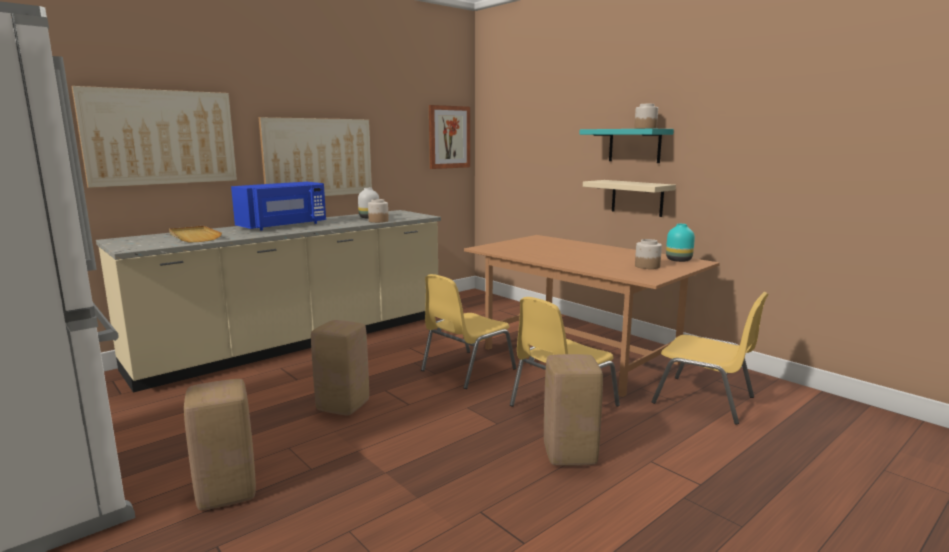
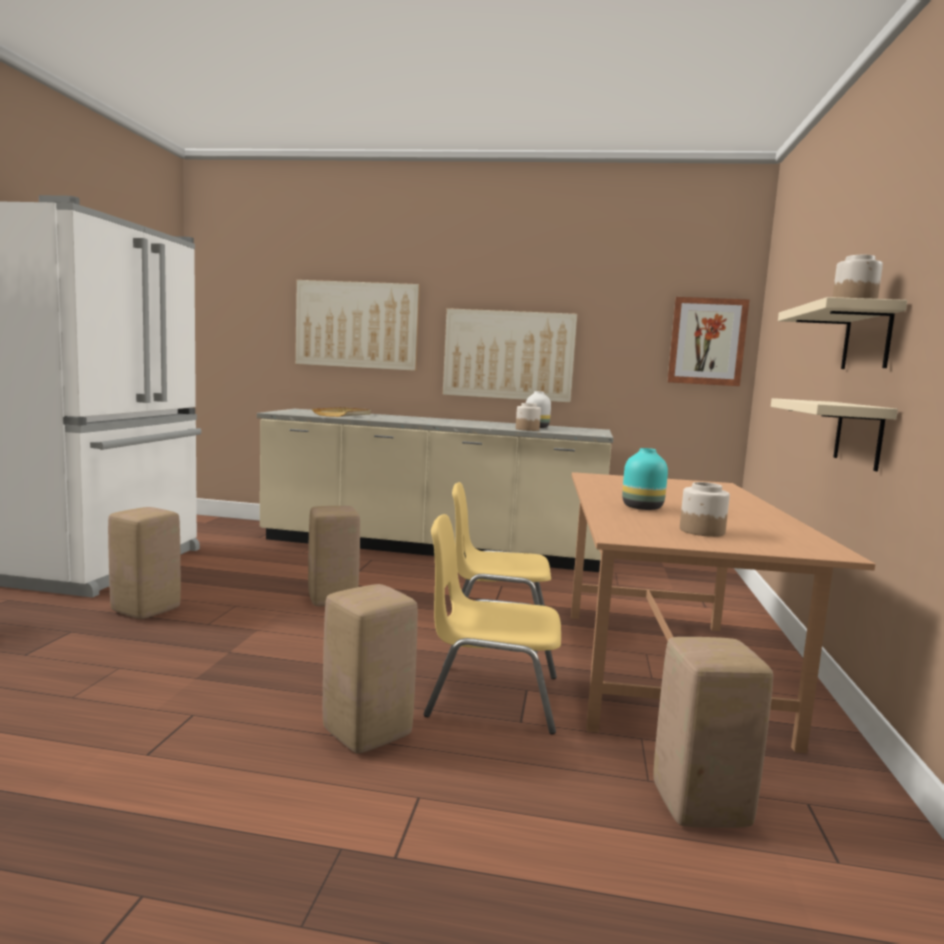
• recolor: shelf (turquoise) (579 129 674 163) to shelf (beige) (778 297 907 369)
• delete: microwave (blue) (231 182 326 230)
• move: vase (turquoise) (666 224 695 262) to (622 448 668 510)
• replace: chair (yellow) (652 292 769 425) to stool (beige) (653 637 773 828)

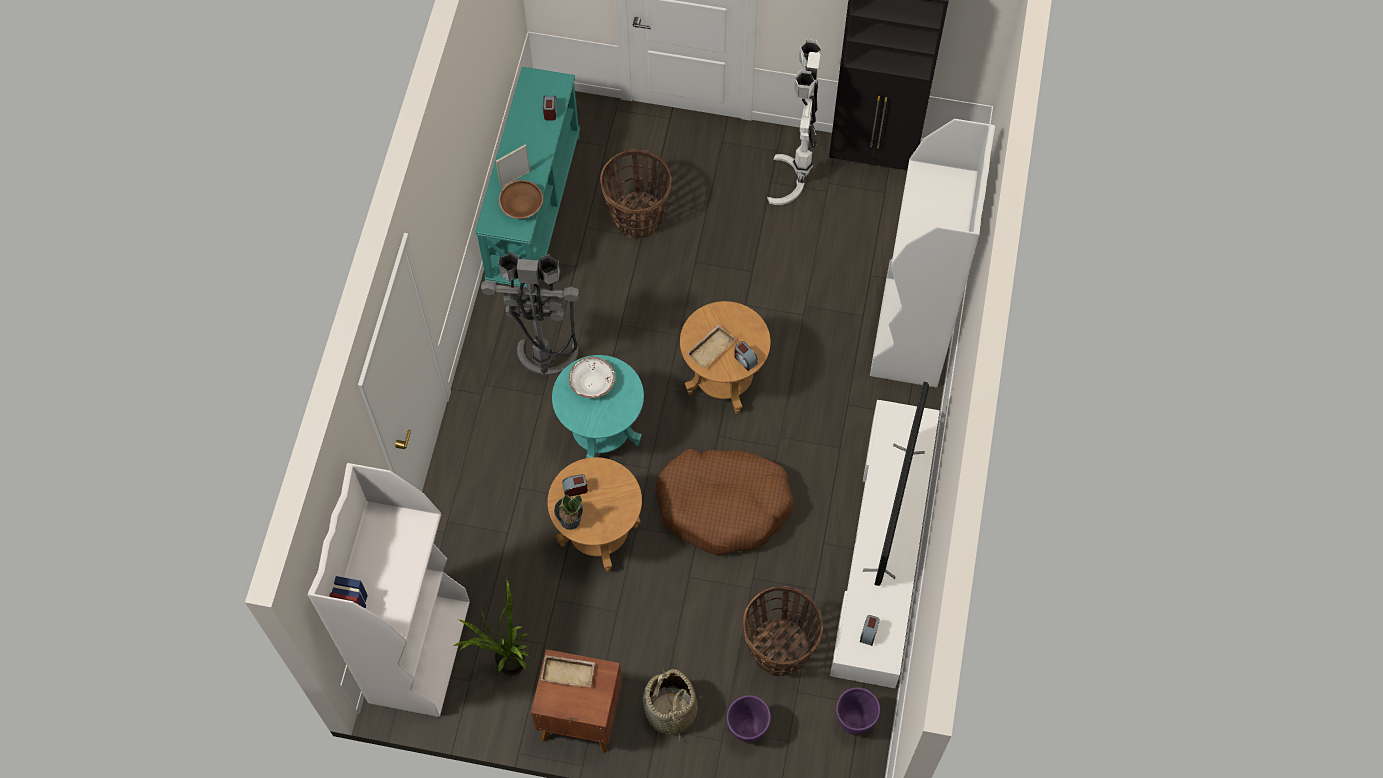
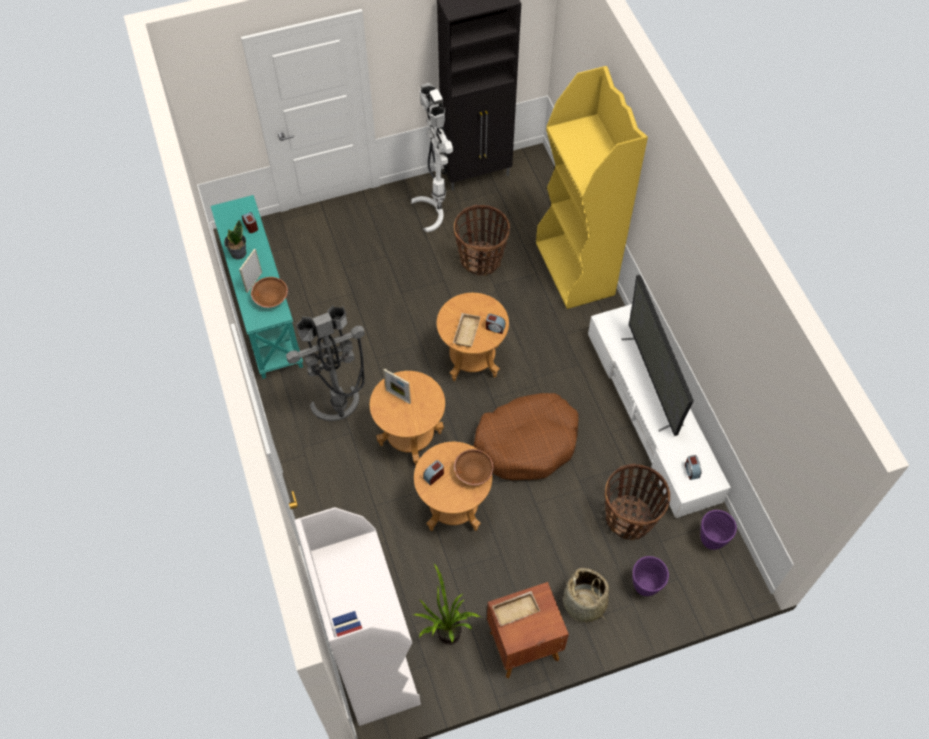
• recolor: bookcase (white) (870 119 995 387) to bookcase (yellow) (536 66 648 309)
• move: basket (600 150 672 239) to (454 204 510 276)
• recolor: side table (turquoise) (552 355 644 458) to side table (brown) (370 371 445 466)
• replace: bowl (white) (569 357 615 398) to picture frame (383 369 411 404)
• move: potted plant (554 494 583 530) to (224 220 247 259)
• insert: bowl (brown) (454 449 493 485)

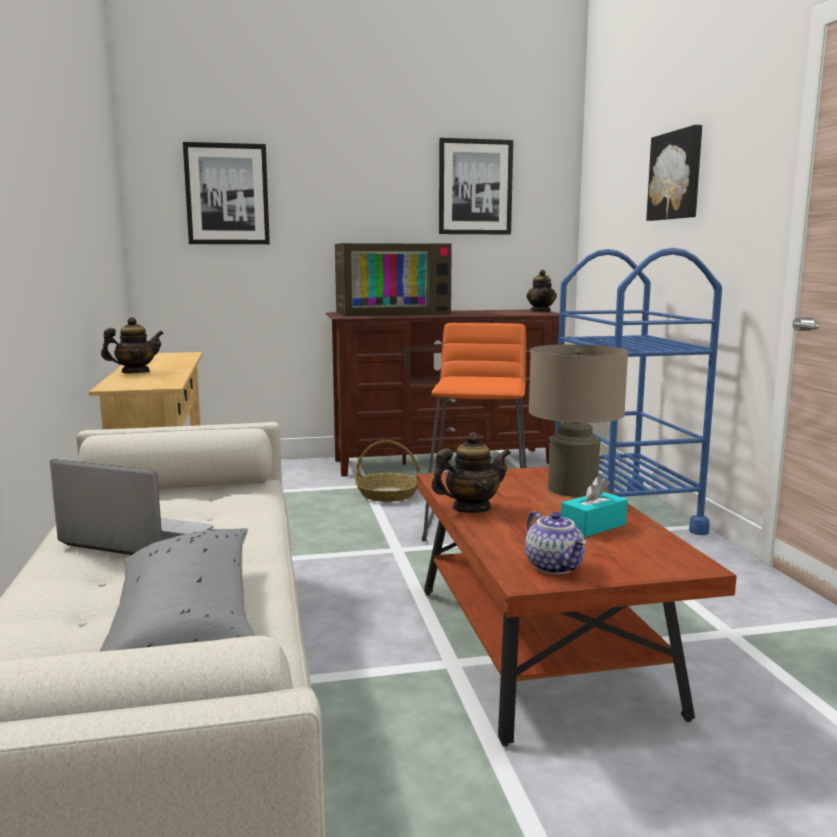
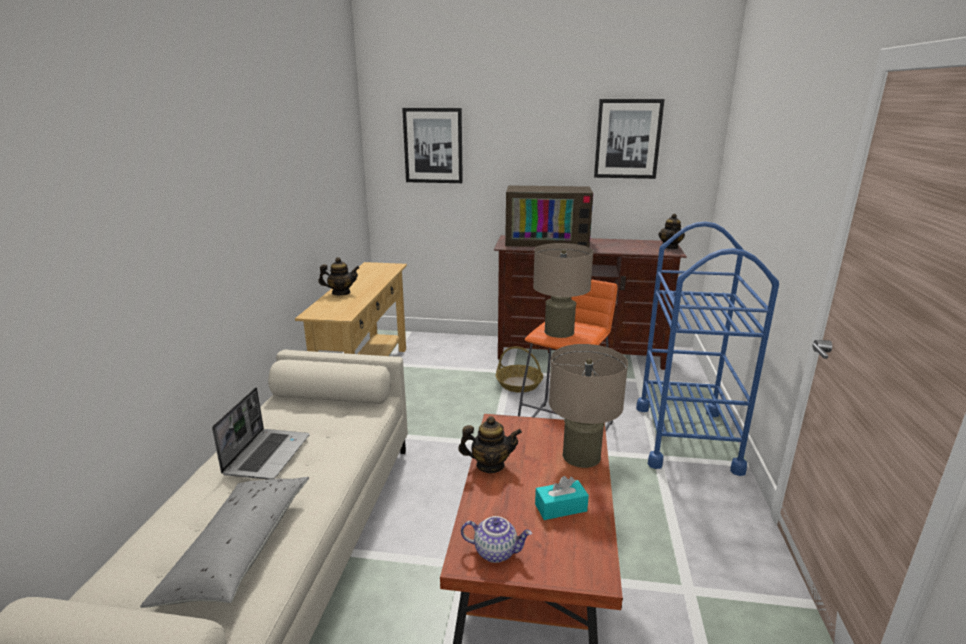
• delete: picture (646 125 702 221)
• rotate: laptop (50 459 213 555) = (212 387 310 480) 60 degrees clockwise
• rotate: teapot (525 511 586 575) = (461 516 532 563) 75 degrees counterclockwise
• insert: table lamp (beige) (533 243 593 338)

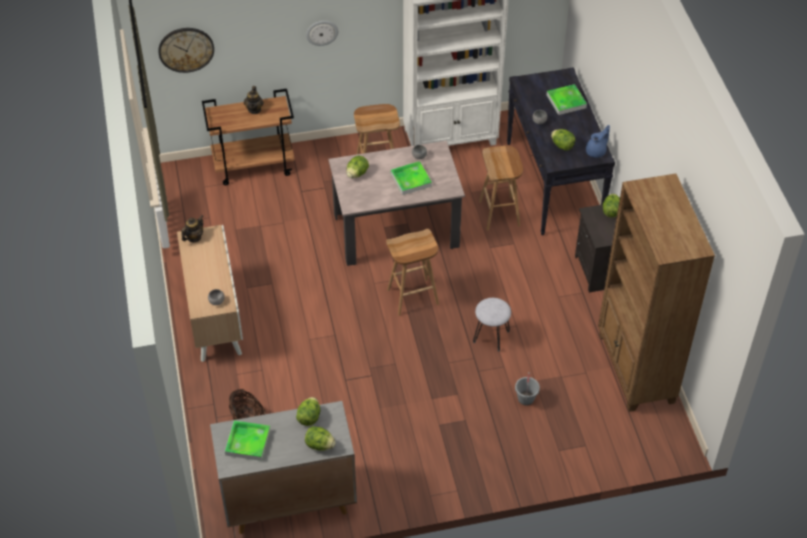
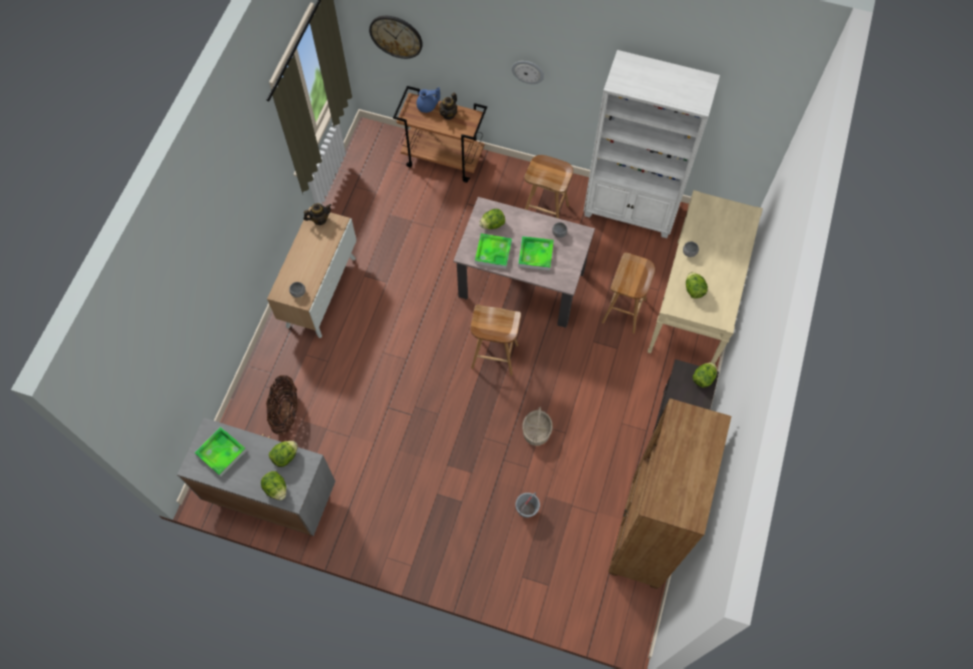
• recolor: console table (black) (507 67 615 235) to console table (beige) (648 190 763 363)
• move: tray (547 84 587 115) to (475 233 512 269)
• move: teapot (blue) (586 125 610 158) to (416 87 440 113)
• replace: stool (grey) (473 298 511 352) to basket (522 407 553 446)

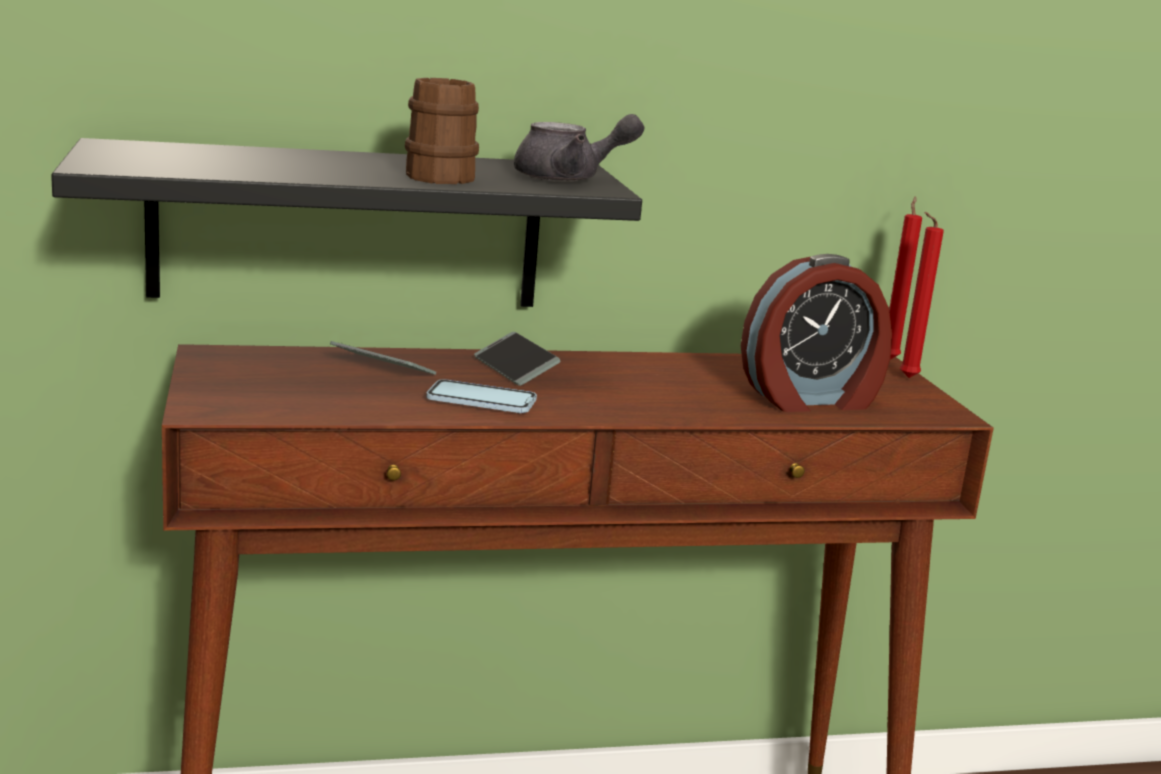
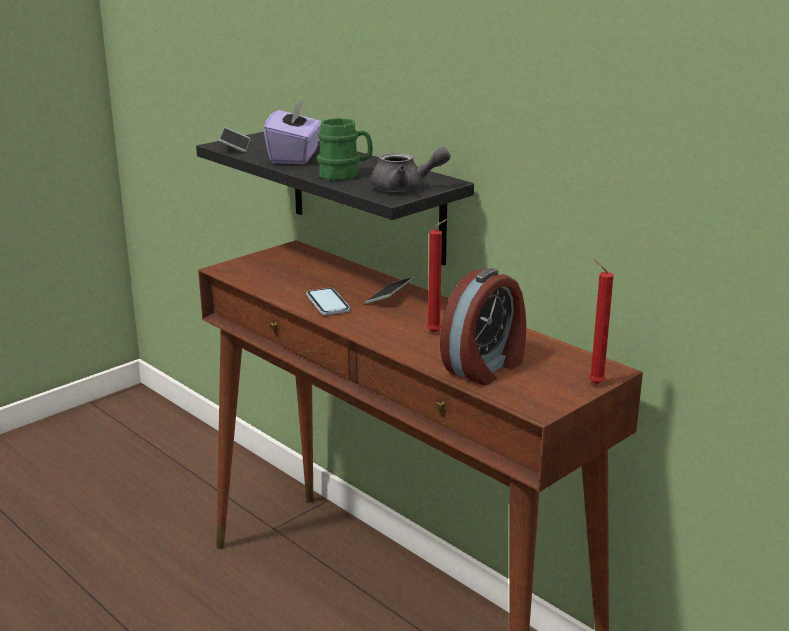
• recolor: mug (brown) (405 78 479 184) to mug (green) (317 118 373 180)
• rotate: teapot (grey) (514 114 644 182) = (371 147 450 192) 45 degrees counterclockwise
• move: candle (red) (889 196 922 360) to (427 218 448 332)
• rotate: alarm clock (741 254 892 412) = (440 268 526 385) 90 degrees counterclockwise
• move: phone (330 341 436 375) to (219 127 250 152)
• insert: tissue box (purple) (264 99 321 164)

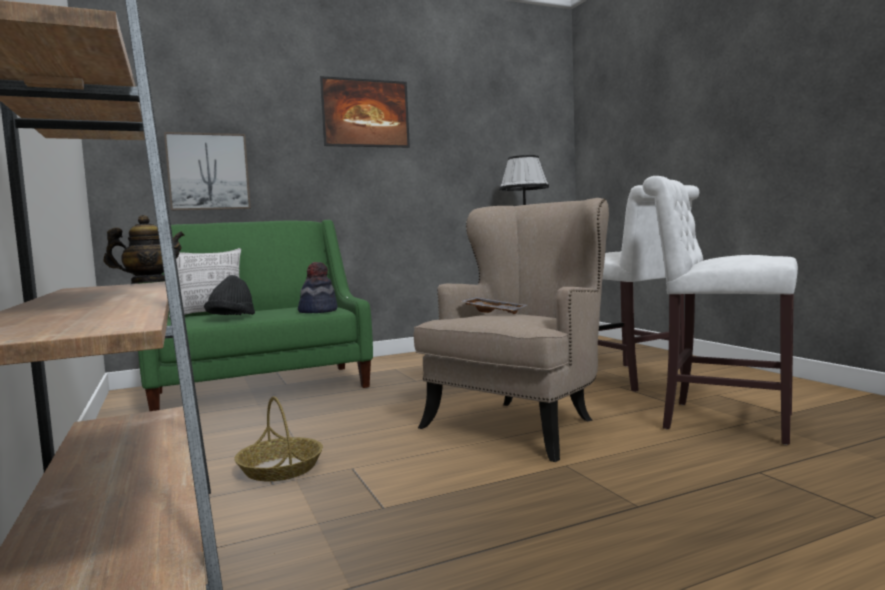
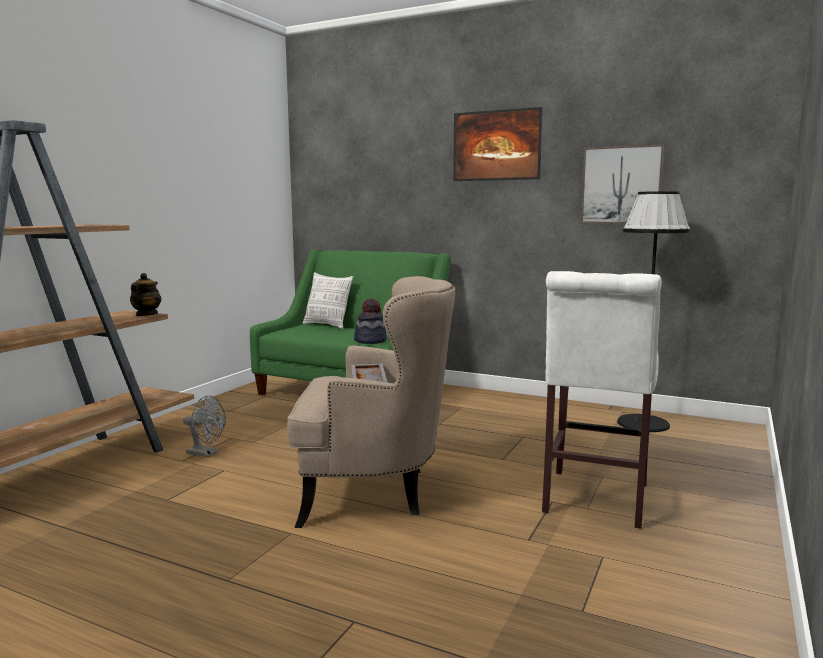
• move: picture (164 132 251 210) to (581 144 664 223)
• delete: stool (white) (643 176 798 445)
• rotate: teapot (104 215 185 283) = (130 273 162 316) 105 degrees counterclockwise
• delete: hat (black) (204 275 255 315)
• replace: basket (234 396 323 482) to fan (grey) (183 396 226 457)

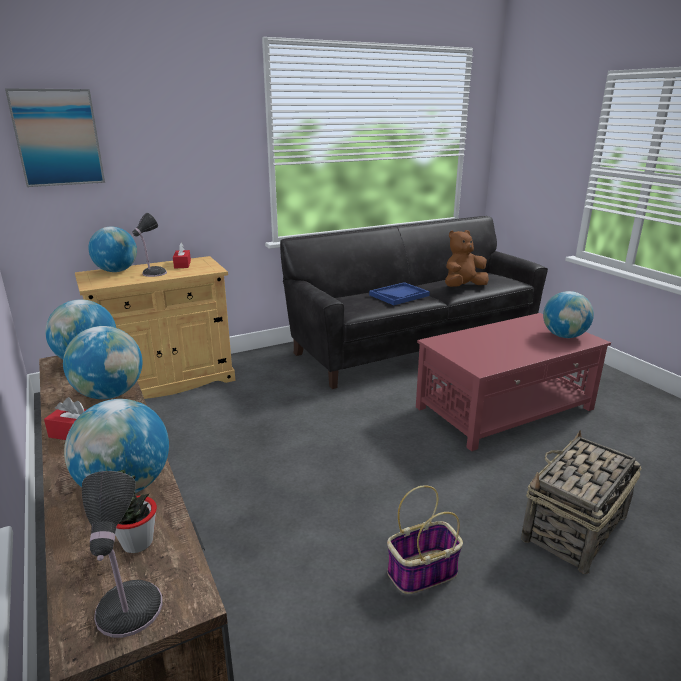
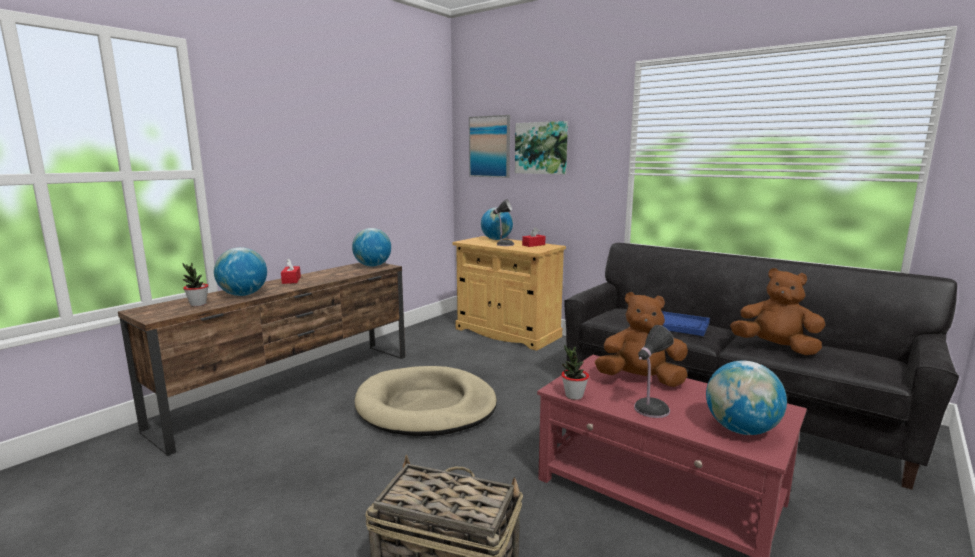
• delete: globe (63 326 142 399)
• move: table lamp (82 471 163 638) to (634 325 674 418)
• delete: basket (387 485 463 594)
• insert: picture (515 121 568 174)
• insert: plush toy (brown) (595 292 688 387)
• insert: potted plant (561 345 589 400)
• insert: dog bed (beige) (354 366 497 436)

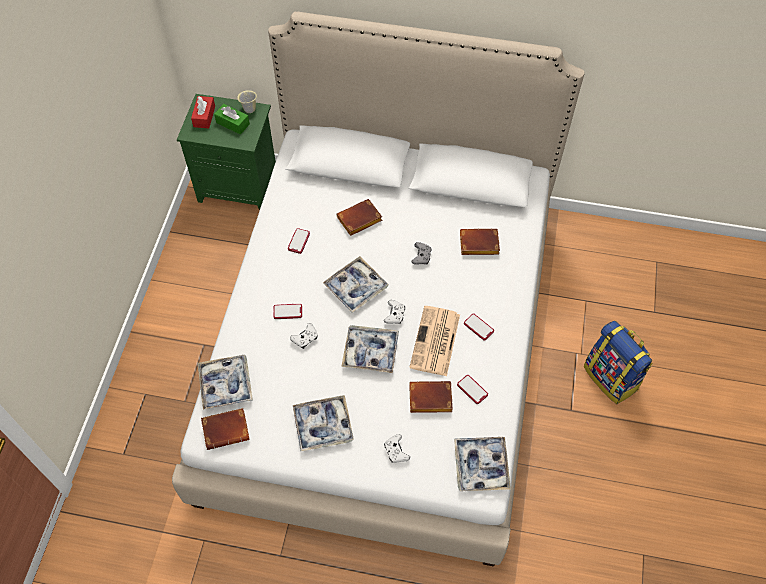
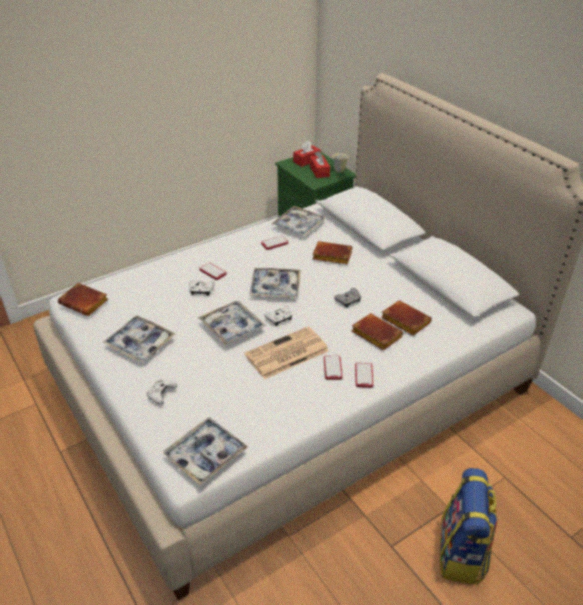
• recolor: tissue box (green) (214 104 250 135) to tissue box (red) (310 151 330 178)
• move: tray (198 355 253 410) to (272 206 326 236)
• move: phone (457 375 488 404) to (355 363 374 388)
• move: book (brown) (409 381 453 413) to (352 313 403 351)

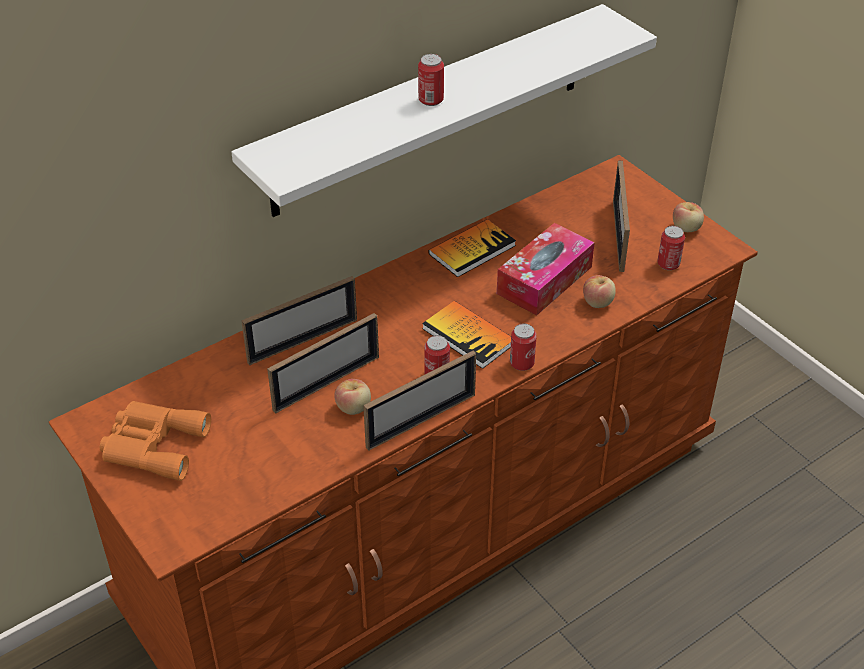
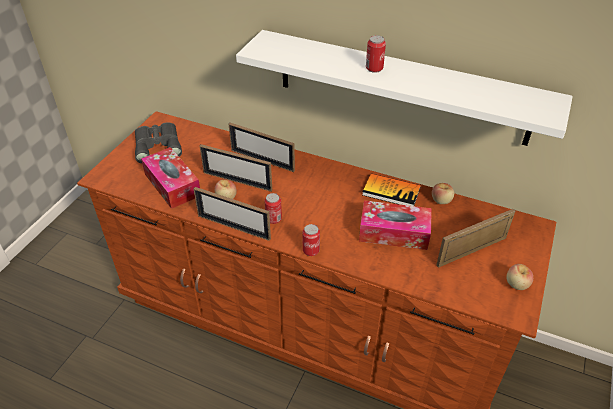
• delete: can (657 226 685 270)
• move: apple (583 275 616 308) to (432 183 454 204)
• delete: book (422 301 511 369)
• recolor: binoculars (orange) (100 401 211 481) to binoculars (grey) (135 122 182 163)
• insert: tissue box (141 147 200 209)

